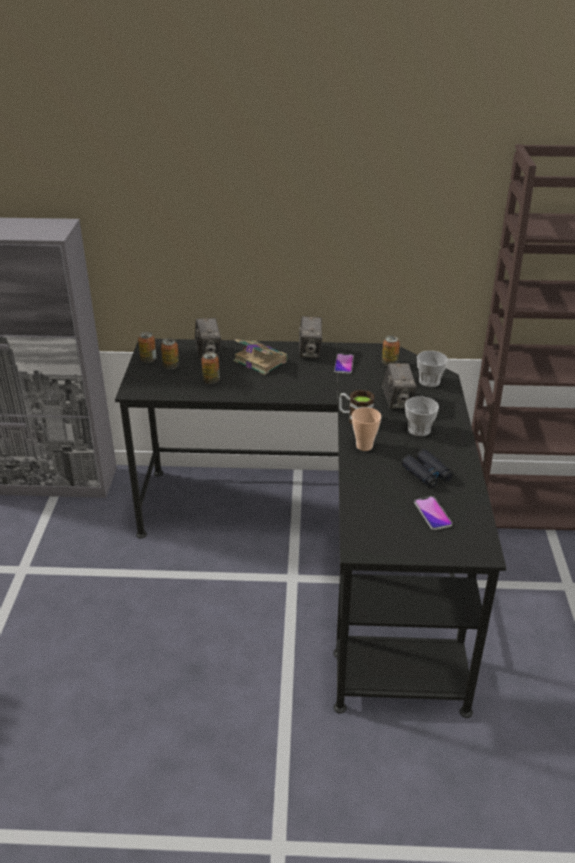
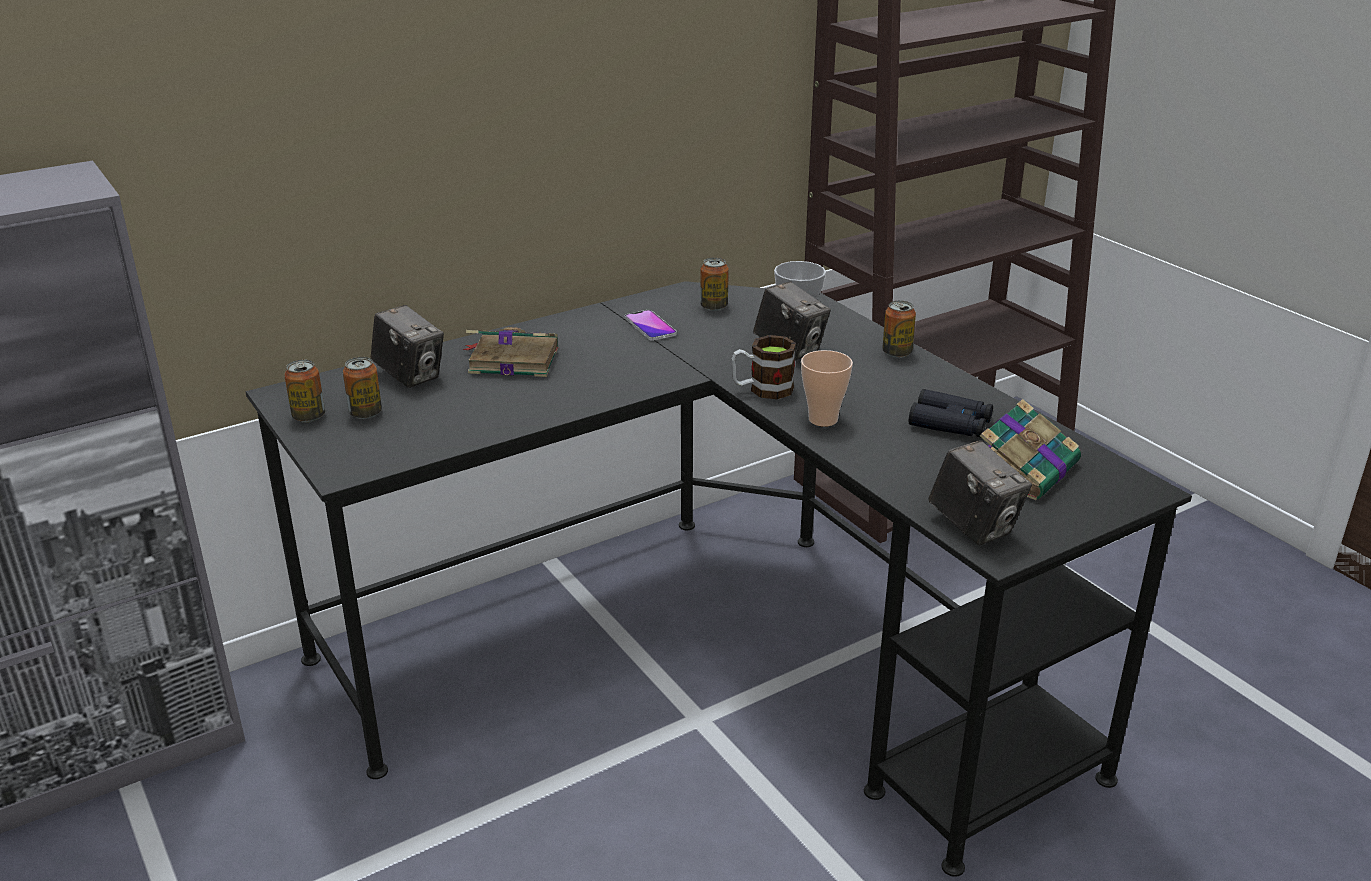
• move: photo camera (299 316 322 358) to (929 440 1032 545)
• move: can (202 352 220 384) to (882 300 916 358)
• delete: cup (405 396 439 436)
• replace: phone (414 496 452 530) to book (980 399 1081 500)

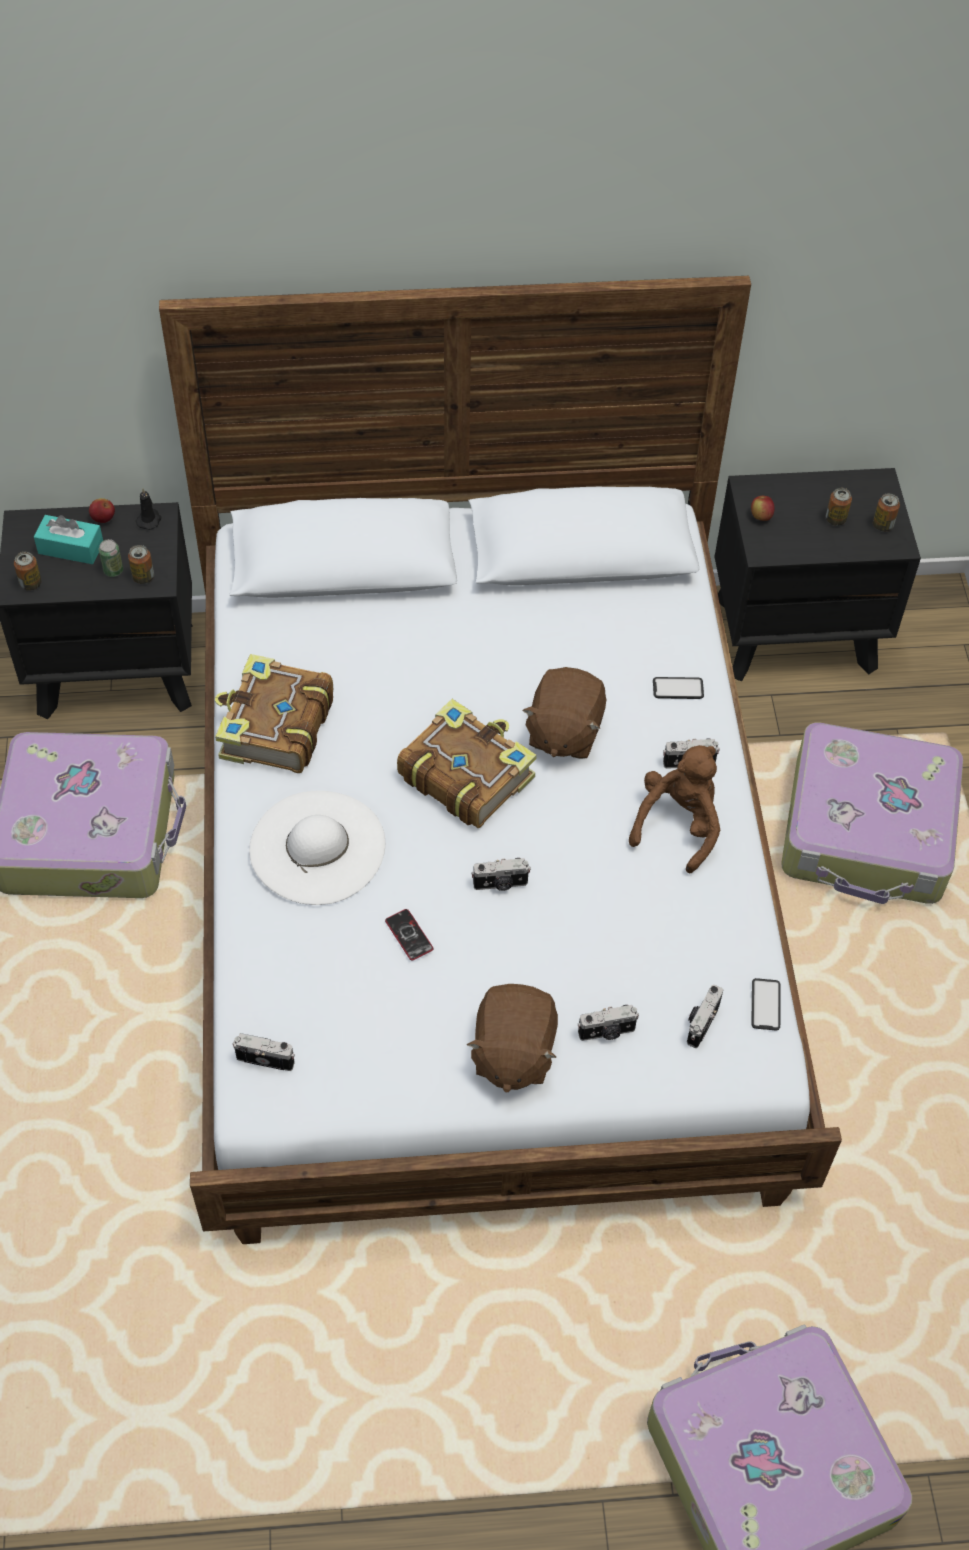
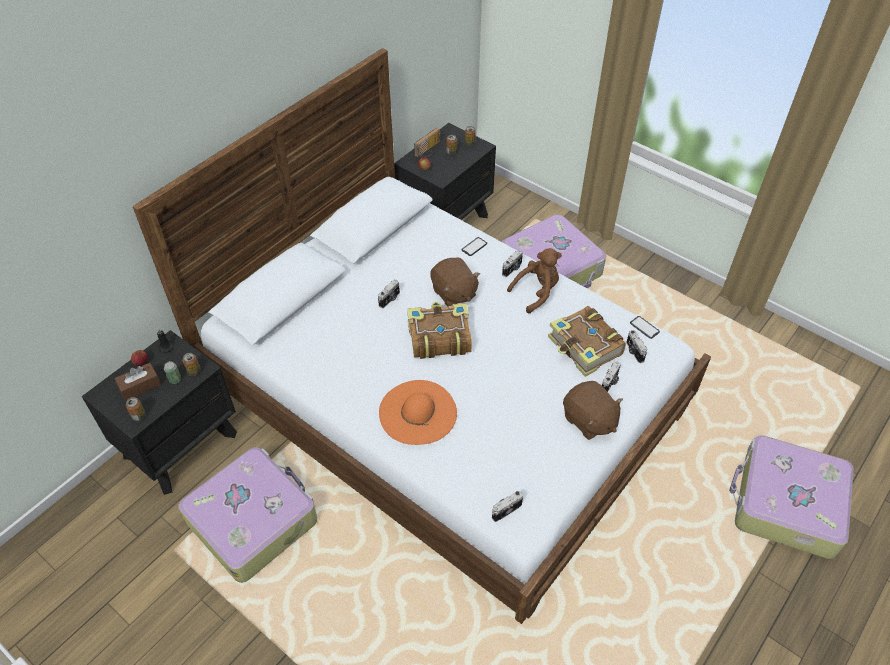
• recolor: tissue box (turquoise) (34 515 103 564) to tissue box (brown) (115 363 161 401)
• move: book (215 654 333 773) to (548 306 626 377)
• rotate: plush toy (brown) (629 745 720 874) = (507 248 562 313) 75 degrees clockwise
• recolor: hat (white) (249 791 385 905) to hat (orange) (379 380 457 445)
• move: photo camera (471 858 531 891) to (378 280 400 309)
• delete: phone (385 909 434 961)
• insert: radio (414 128 440 158)

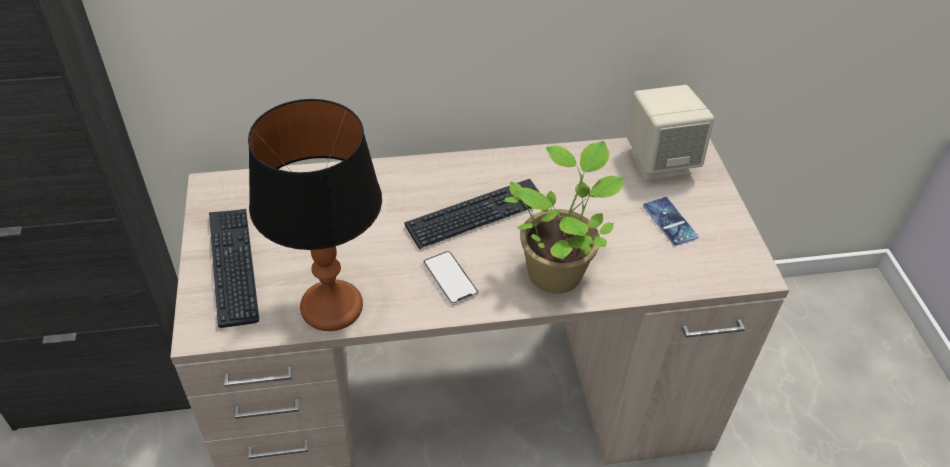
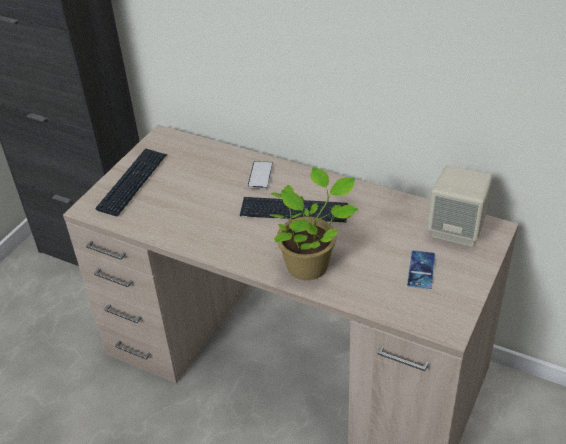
• delete: table lamp (248 99 382 331)
• move: phone (423 251 479 305) to (247 161 273 189)

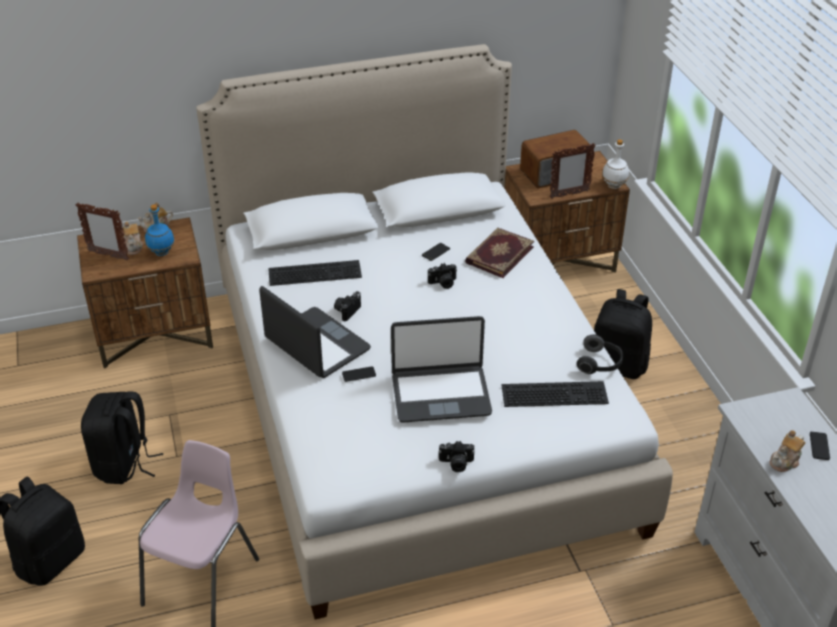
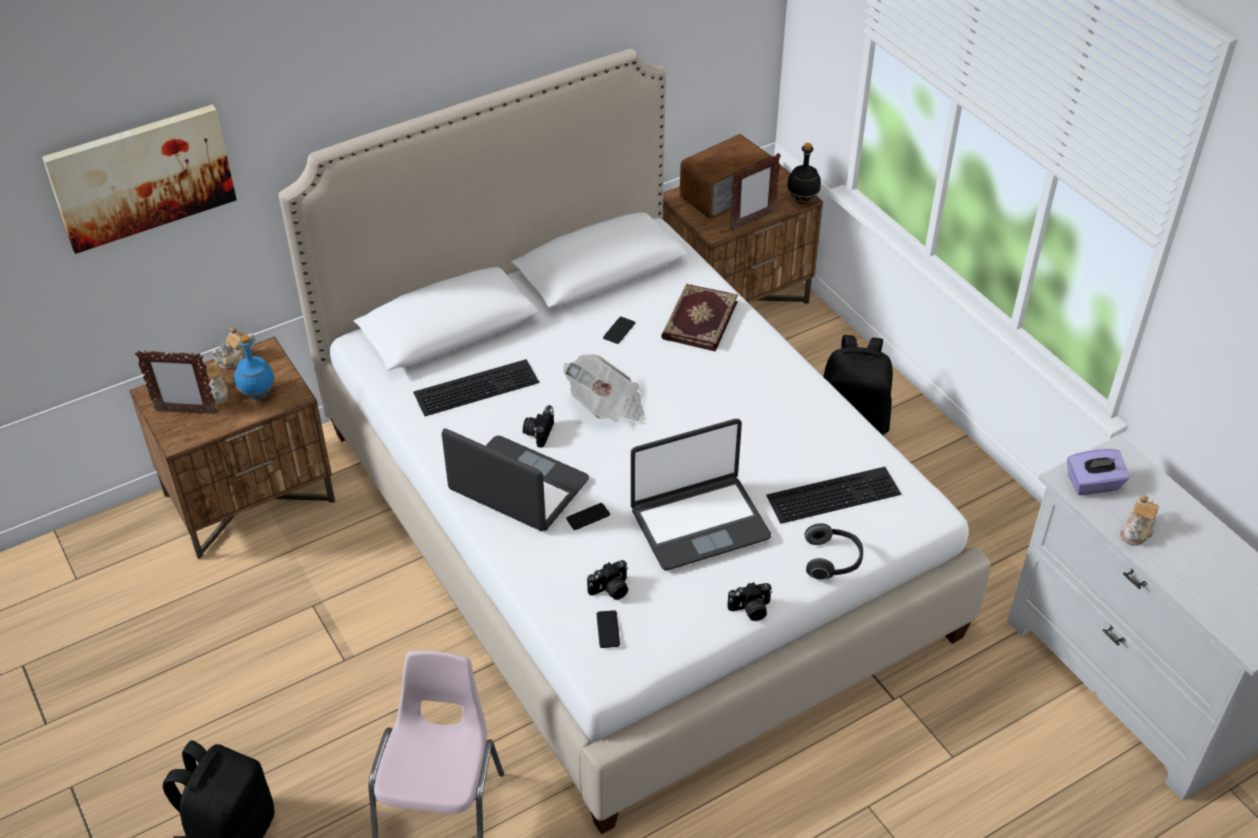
• recolor: bottle (white) (602 140 629 189) to bottle (black) (787 143 821 204)
• move: photo camera (428 263 457 289) to (587 560 628 600)
• move: headphones (577 335 623 374) to (805 523 863 580)
• delete: backpack (black) (81 391 163 484)
• move: phone (810 432 830 460) to (597 610 620 648)
• insert: picture (42 104 237 254)
• insert: newspaper (564 354 646 422)
• insert: tissue box (purple) (1067 449 1130 495)

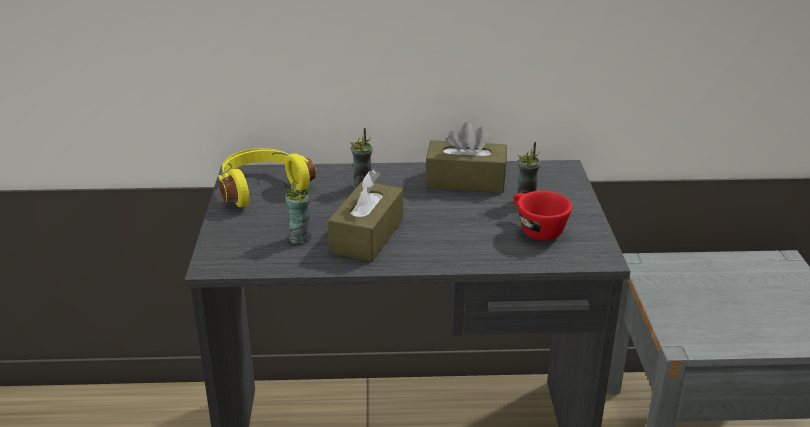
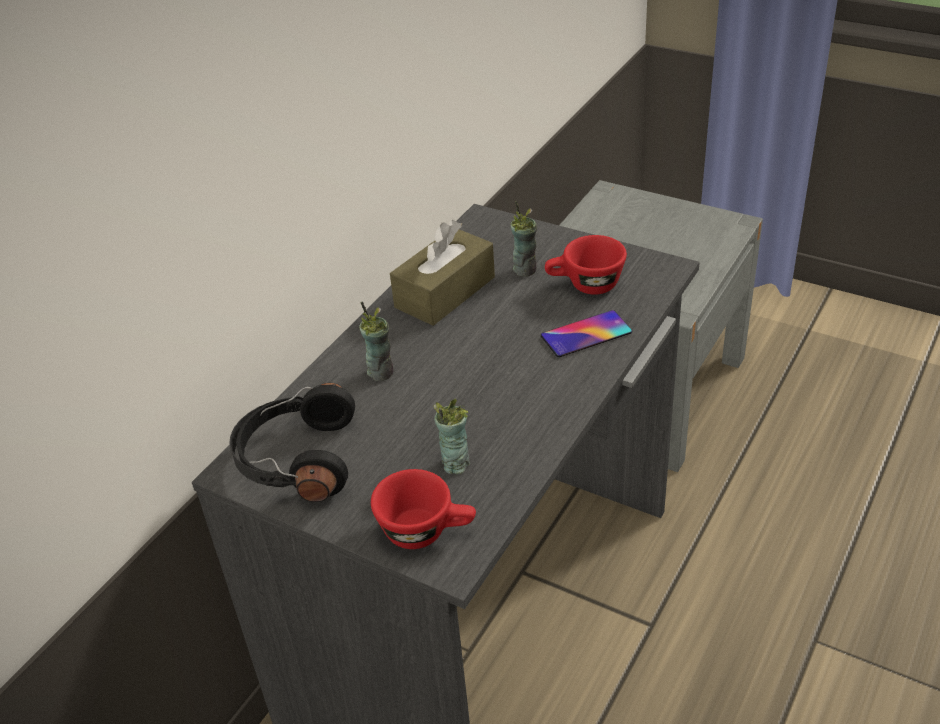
• recolor: headphones (yellow) (218 148 316 207) to headphones (black) (229 383 355 502)
• delete: tissue box (brown) (328 170 403 262)
• insert: phone (541 310 632 357)
• insert: cup (red) (371 469 476 549)

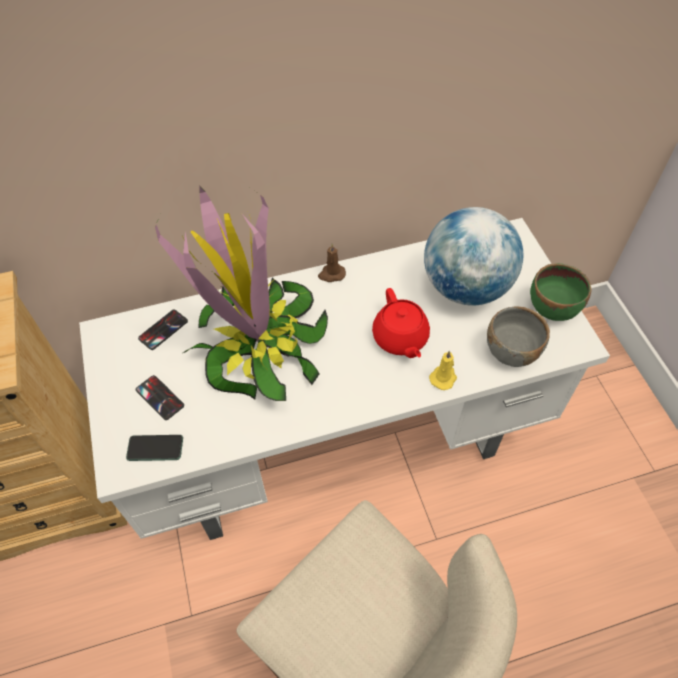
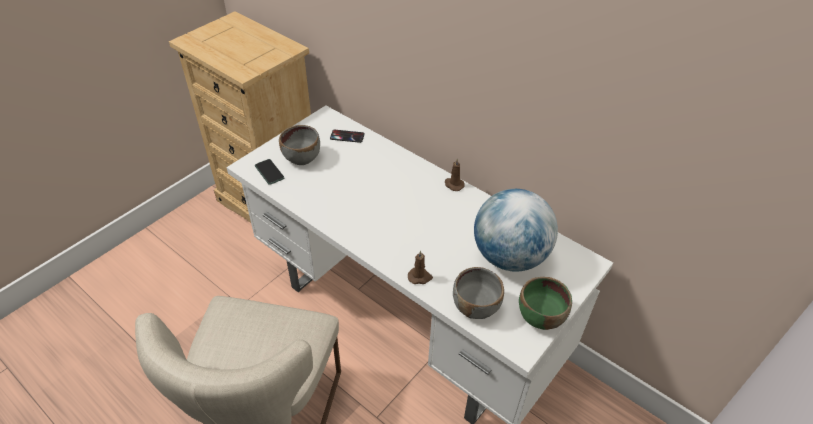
• delete: potted plant (155 186 328 401)
• delete: teapot (red) (372 288 430 358)
• recolor: candle (yellow) (429 351 457 390) to candle (brown) (408 250 433 284)
• replace: phone (136 375 184 420) to bowl (grey) (279 125 320 165)

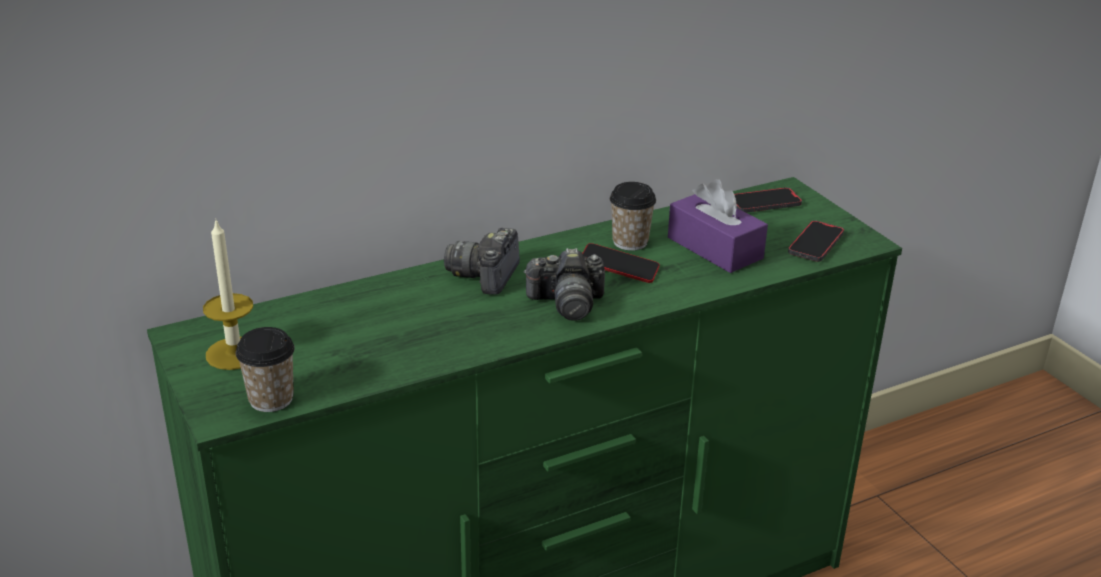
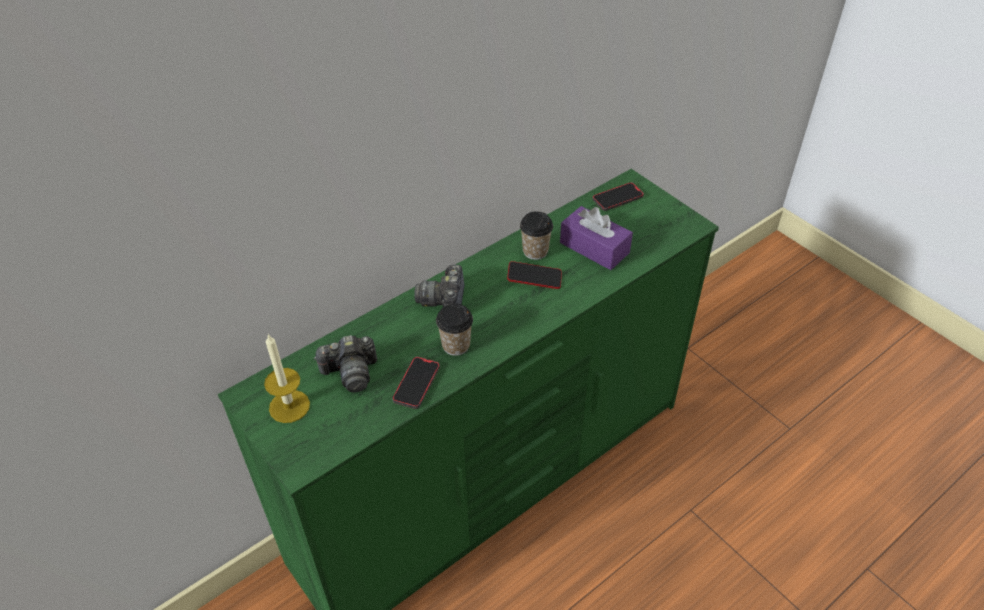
• move: phone (788 221 844 262) to (392 357 440 409)
• move: photo camera (523 248 605 321) to (314 335 377 393)
• move: cup (236 327 295 412) to (436 303 473 356)

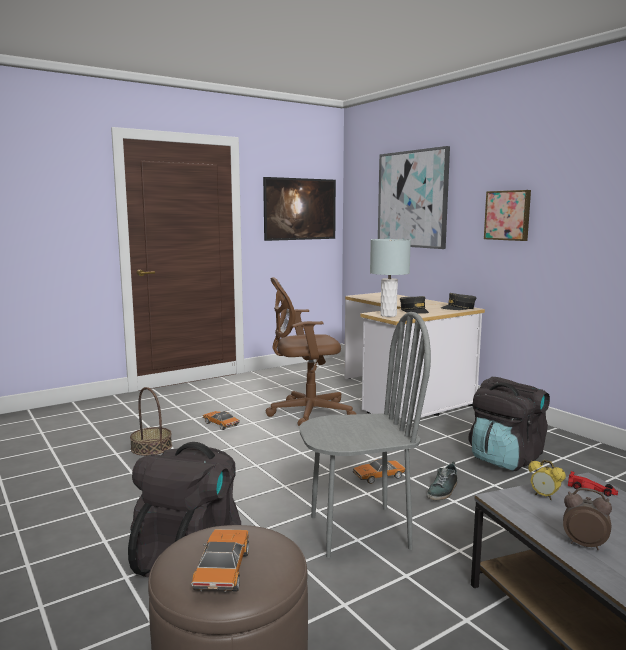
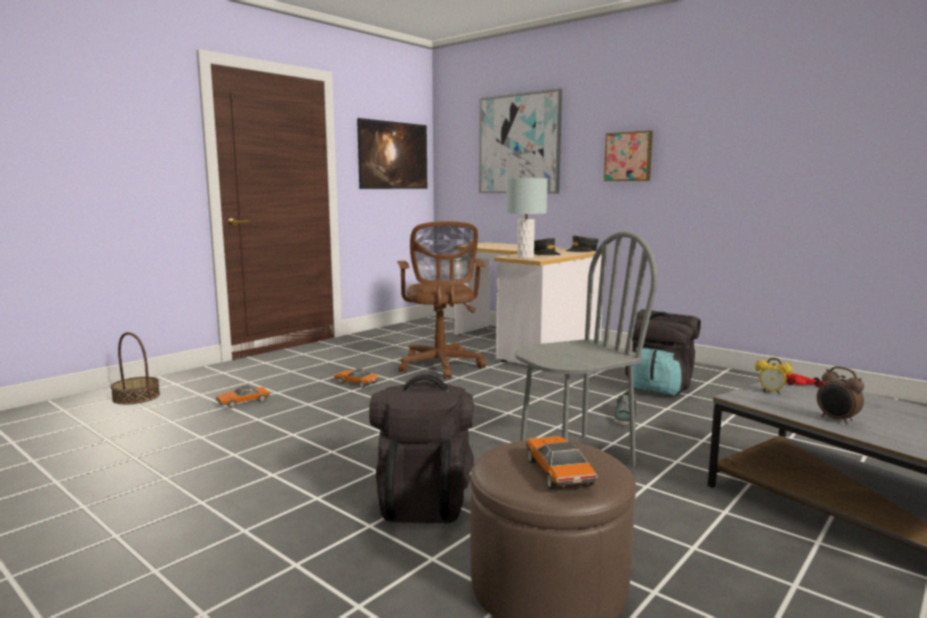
• rotate: office chair (brown) (266 277 356 426) = (397 221 486 379) 75 degrees counterclockwise
• move: basket (130 387 172 456) to (111 332 160 404)
• move: toy car (353 459 405 484) to (216 385 270 408)
• rotate: alarm clock (563 488 612 550) = (817 366 864 425) 135 degrees counterclockwise

